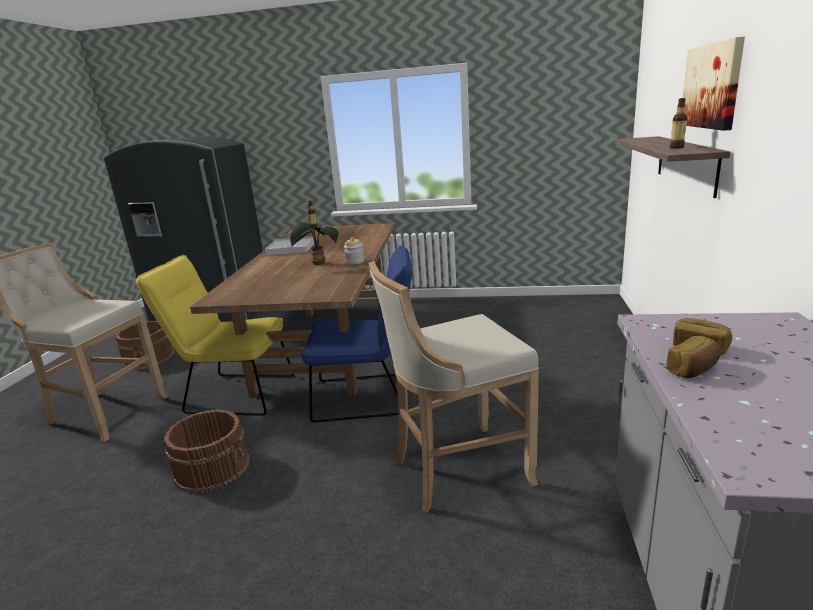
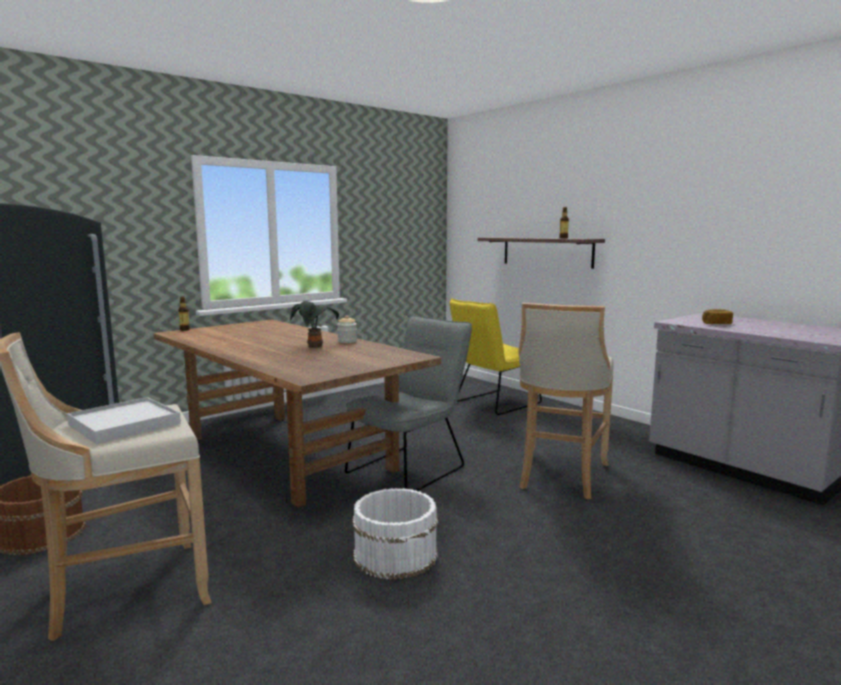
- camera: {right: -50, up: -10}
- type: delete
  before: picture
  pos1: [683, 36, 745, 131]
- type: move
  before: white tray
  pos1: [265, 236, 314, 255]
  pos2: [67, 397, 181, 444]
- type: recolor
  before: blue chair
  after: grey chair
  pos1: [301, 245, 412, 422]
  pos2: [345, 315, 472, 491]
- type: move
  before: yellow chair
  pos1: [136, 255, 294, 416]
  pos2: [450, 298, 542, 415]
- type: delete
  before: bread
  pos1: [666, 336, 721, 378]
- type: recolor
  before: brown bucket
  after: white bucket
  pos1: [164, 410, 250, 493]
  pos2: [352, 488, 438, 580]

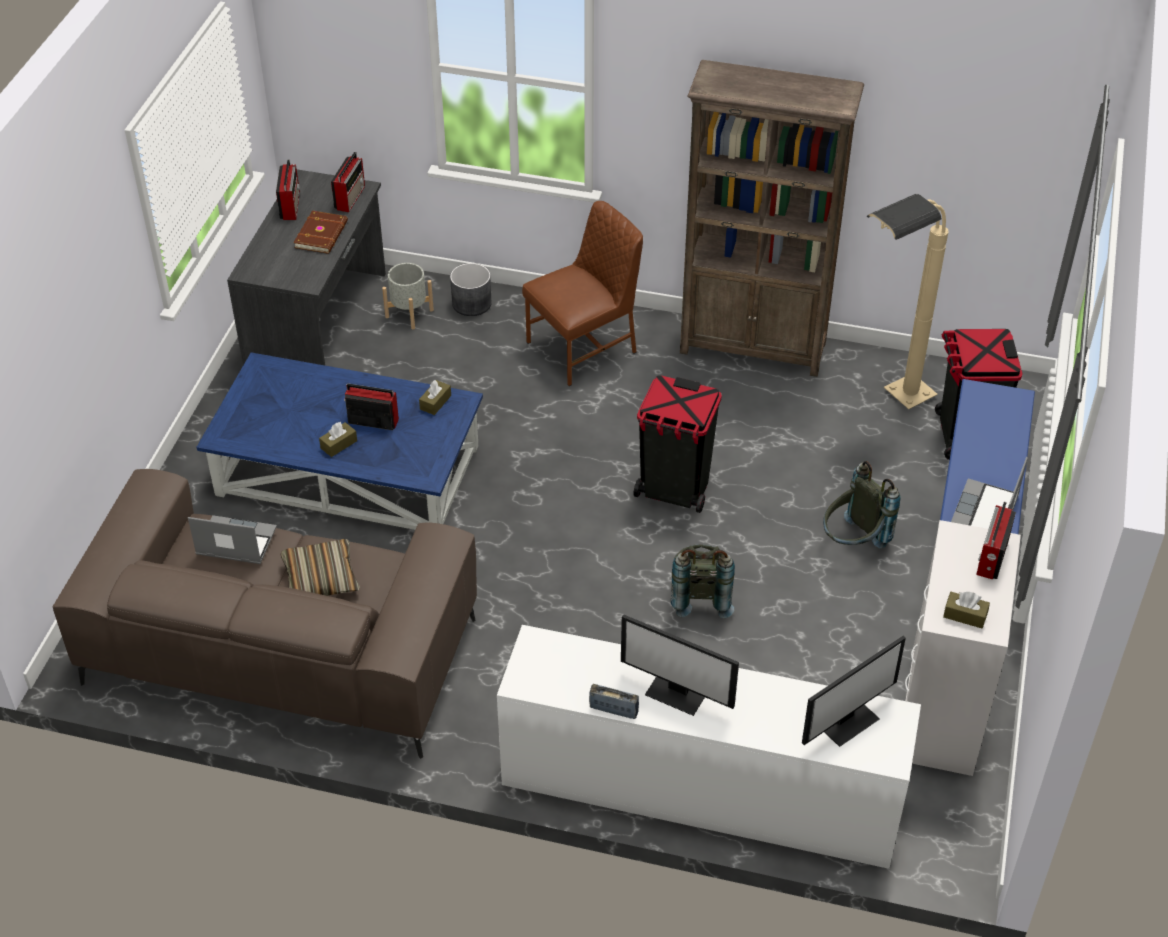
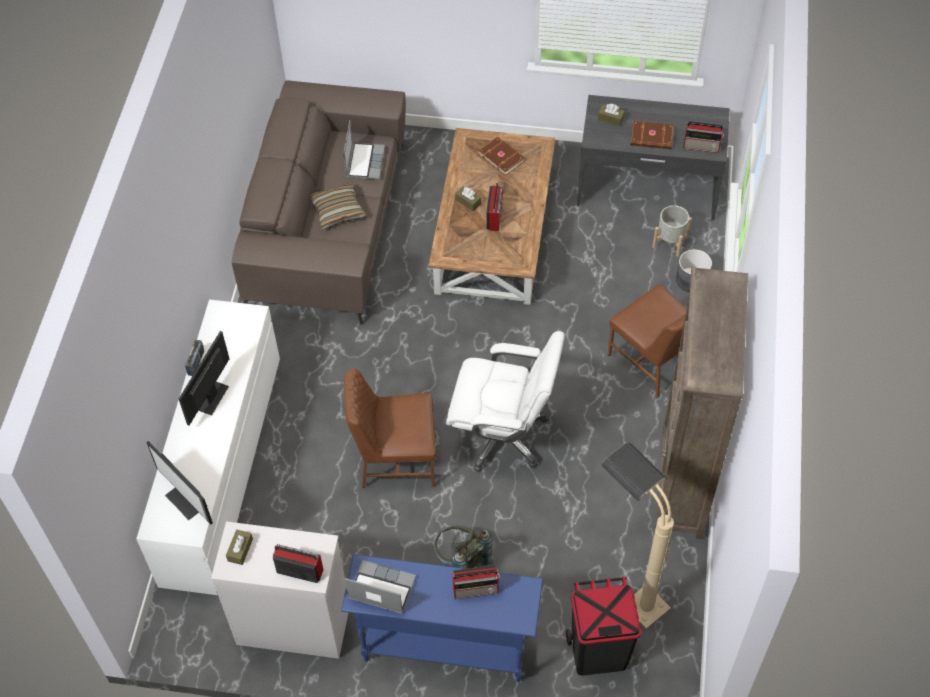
- camera: {right: 85, up: 10}
- type: move
  before: radio
  pos1: [276, 159, 300, 220]
  pos2: [453, 565, 500, 599]
- type: recolor
  before: blue coffee table
  after: brown coffee table
  pos1: [196, 352, 483, 530]
  pos2: [428, 128, 555, 305]
- type: replace
  before: black trash can
  after: white office chair
  pos1: [633, 375, 722, 513]
  pos2: [446, 331, 565, 472]
- type: move
  before: brown tissue box
  pos1: [419, 380, 451, 415]
  pos2: [598, 104, 625, 126]
- type: replace
  before: grey backpack
  after: brown chair
  pos1: [671, 544, 735, 618]
  pos2: [344, 368, 436, 488]
- type: insert
  after: brown book
  pos2: [478, 136, 526, 176]

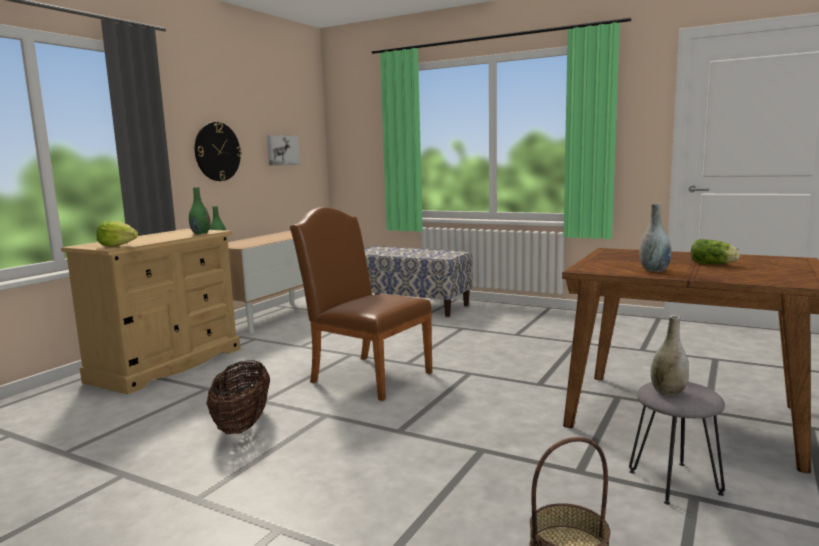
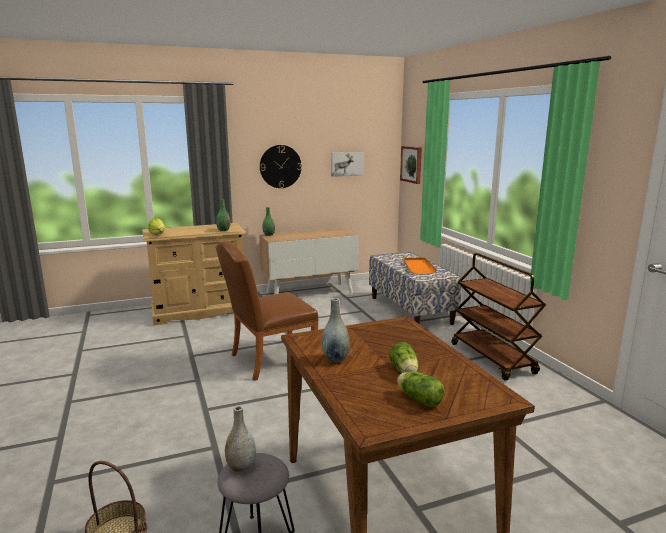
- camera: {right: 40, up: 5}
- type: rotate
  before: brown chair
  pos1: [290, 207, 432, 401]
  pos2: [215, 241, 319, 381]
  turn: -105
- type: delete
  before: basket
  pos1: [206, 360, 270, 434]
- type: insert
  after: picture
  pos2: [400, 146, 422, 184]
- type: insert
  after: brown cart
  pos2: [452, 253, 546, 381]
- type: insert
  after: orange tray
  pos2: [404, 258, 437, 274]
- type: insert
  after: lettuce
  pos2: [397, 371, 444, 407]

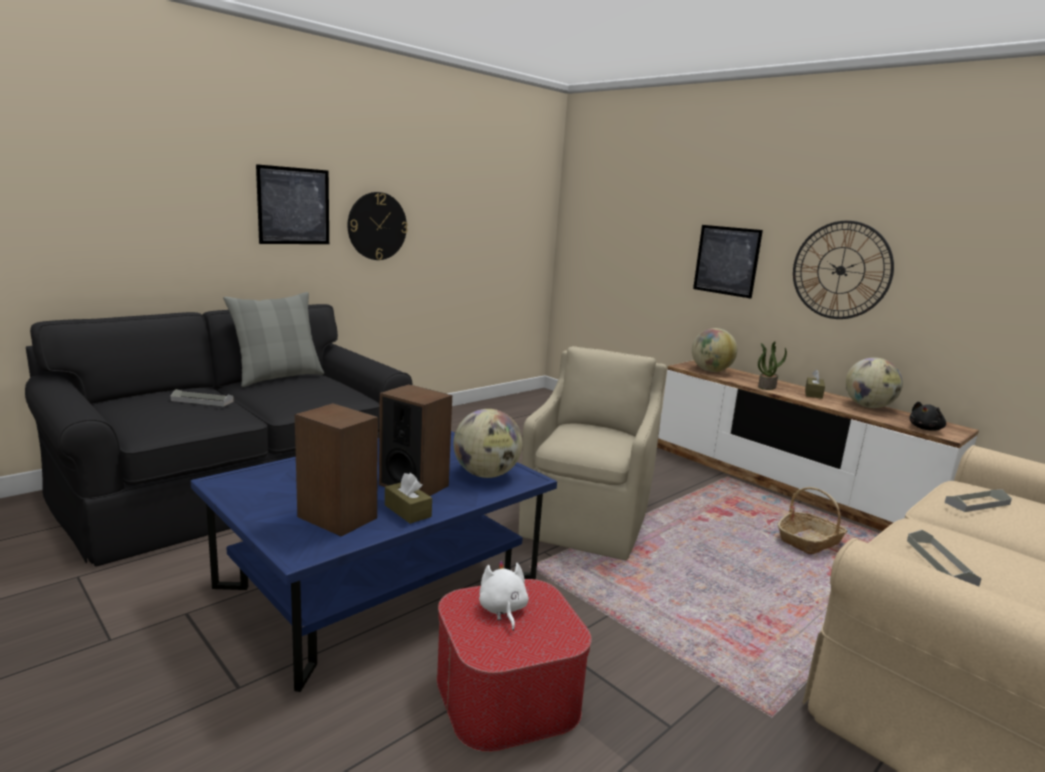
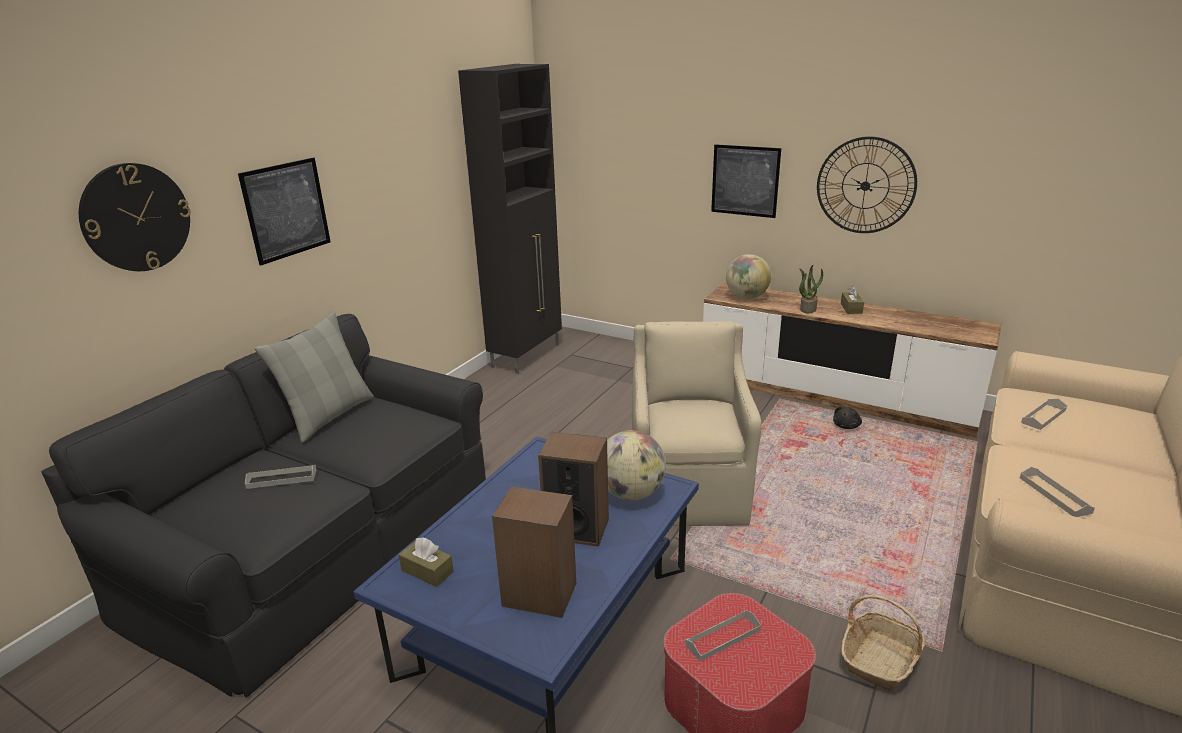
- camera: {right: -15, up: 10}
- type: move
  before: wall clock
  pos1: [348, 192, 408, 260]
  pos2: [79, 163, 191, 271]
- type: delete
  before: globe
  pos1: [845, 357, 903, 408]
- type: move
  before: black plush toy
  pos1: [909, 401, 946, 431]
  pos2: [833, 407, 862, 429]
- type: move
  before: brown tissue box
  pos1: [385, 473, 432, 524]
  pos2: [399, 538, 454, 587]
- type: move
  before: basket
  pos1: [778, 487, 848, 554]
  pos2: [841, 594, 925, 692]
- type: replace
  before: white plush toy
  after: grey tray
  pos1: [479, 561, 529, 631]
  pos2: [685, 610, 761, 661]
- type: insert
  after: black cabinet
  pos2: [458, 64, 562, 374]

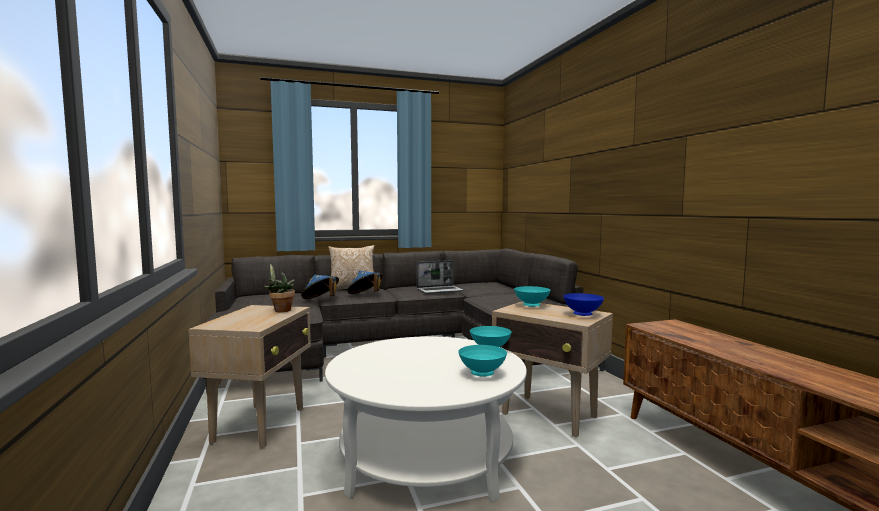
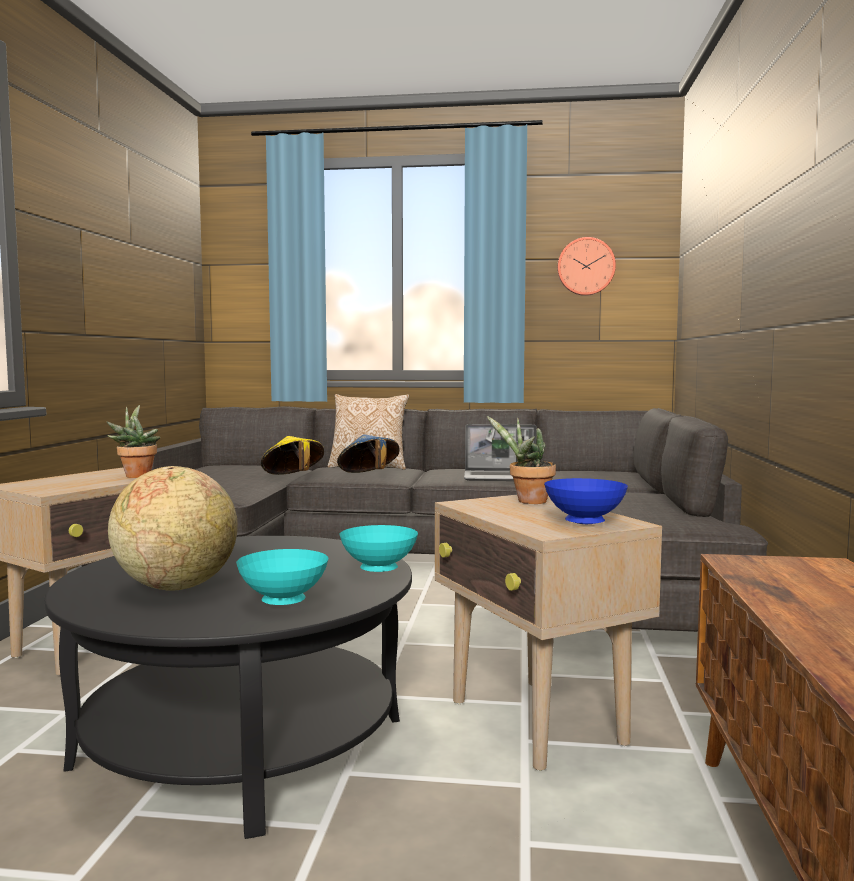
- camera: {right: 25, up: 0}
- type: recolor
  before: blue hat
  after: yellow hat
  pos1: [301, 275, 339, 299]
  pos2: [261, 436, 324, 475]
- type: replace
  before: turquoise bowl
  after: potted plant
  pos1: [514, 286, 550, 307]
  pos2: [487, 416, 556, 504]
- type: recolor
  before: white coffee table
  after: black coffee table
  pos1: [325, 336, 527, 503]
  pos2: [44, 536, 412, 839]
- type: insert
  after: wall clock
  pos2: [557, 237, 616, 296]
- type: insert
  after: globe
  pos2: [108, 466, 238, 591]

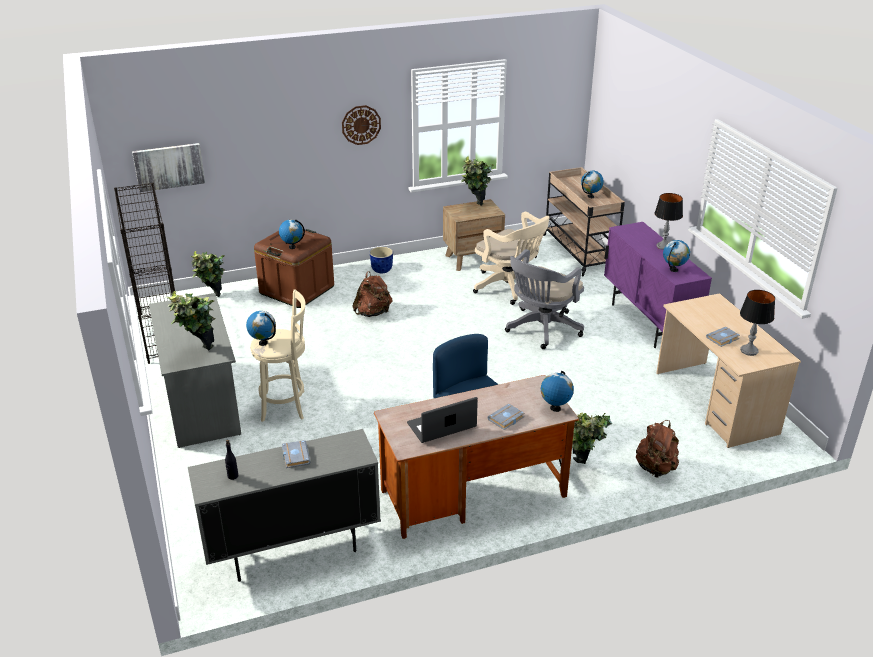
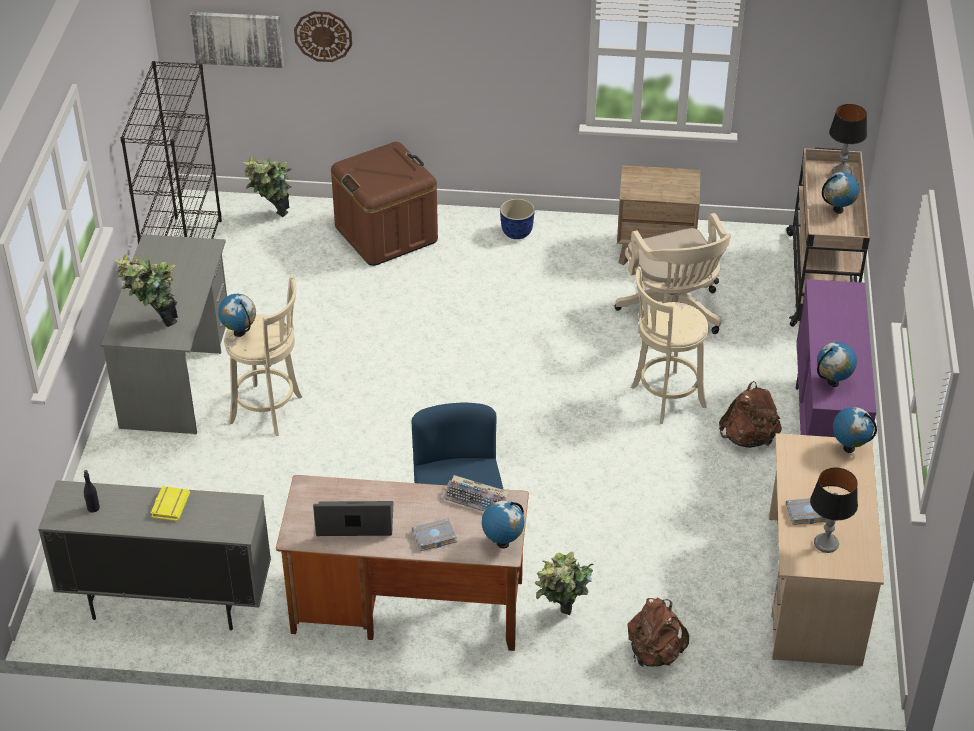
- camera: {right: 25, up: 10}
- type: move
  before: wall clock
  pos1: [342, 105, 381, 145]
  pos2: [294, 11, 352, 62]
- type: delete
  before: potted plant
  pos1: [461, 156, 494, 206]
- type: move
  before: table lamp
  pos1: [655, 193, 683, 250]
  pos2: [829, 104, 867, 174]
- type: move
  before: globe
  pos1: [279, 219, 305, 249]
  pos2: [833, 407, 877, 453]
- type: replace
  before: grey office chair
  after: beige stool
  pos1: [505, 249, 584, 349]
  pos2: [631, 266, 709, 424]
- type: move
  before: brown backpack
  pos1: [352, 271, 392, 317]
  pos2: [719, 381, 782, 448]
- type: recolor
  before: grey book
  after: yellow book
  pos1: [282, 440, 310, 468]
  pos2: [151, 486, 190, 521]
- type: insert
  after: keyboard
  pos2: [442, 475, 509, 513]

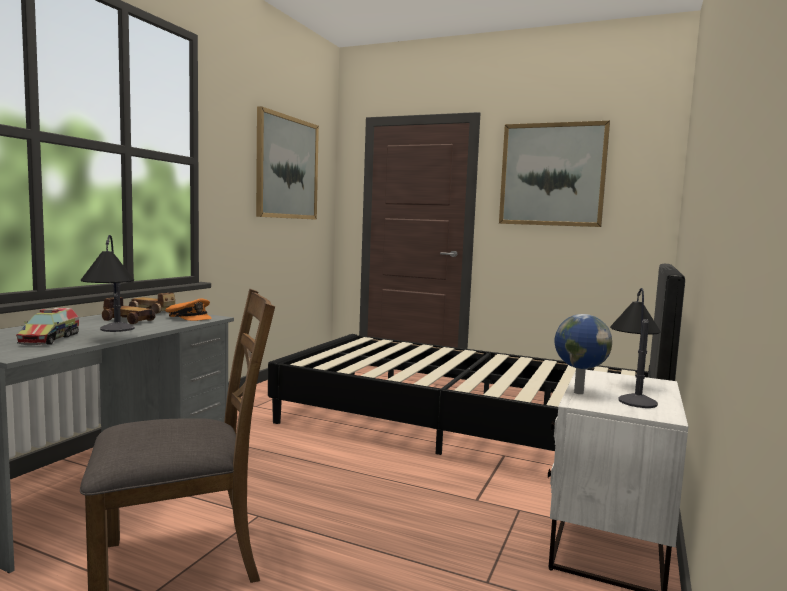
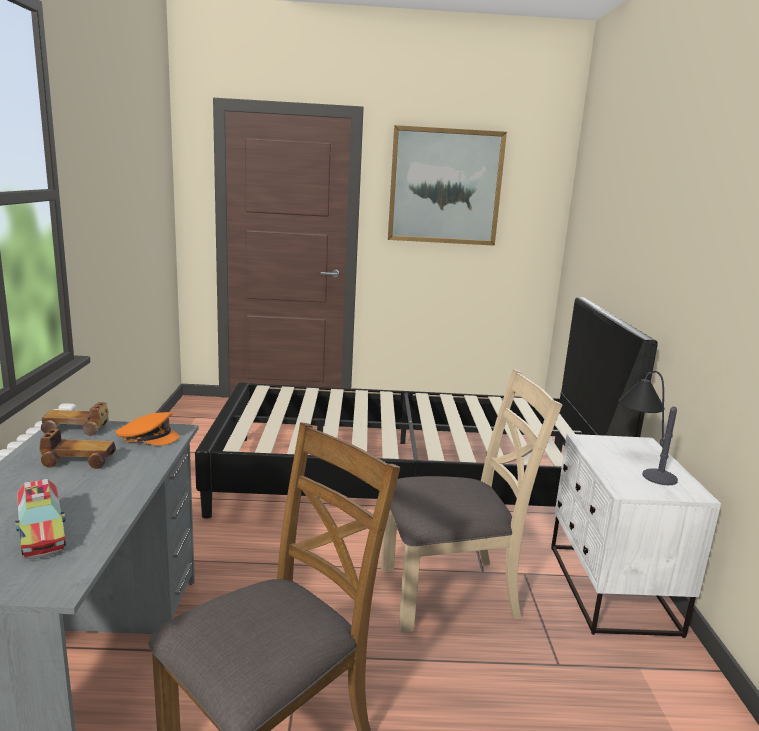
- camera: {right: -25, up: 10}
- type: delete
  before: picture
  pos1: [256, 106, 319, 220]
- type: delete
  before: table lamp
  pos1: [81, 235, 135, 332]
- type: delete
  before: globe
  pos1: [555, 314, 612, 394]
- type: insert
  after: beige chair
  pos2: [381, 369, 562, 632]

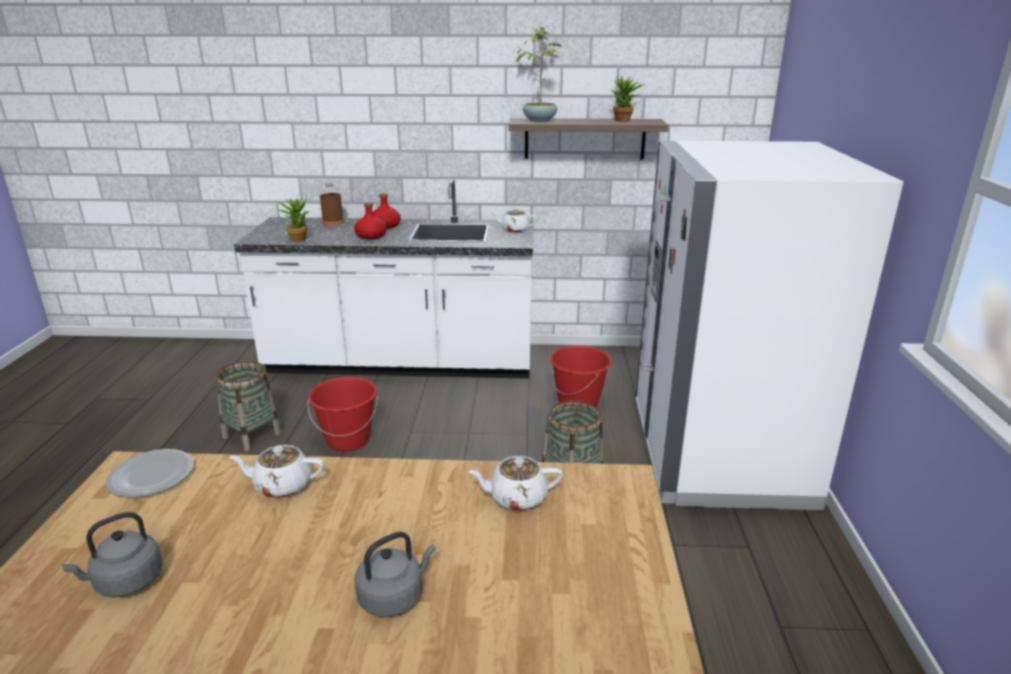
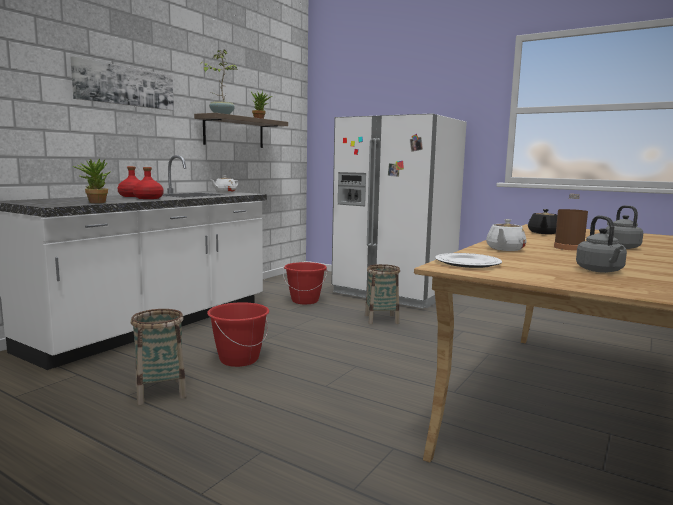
- camera: {right: -60, up: -15}
- type: move
  before: brown bottle
  pos1: [320, 182, 344, 226]
  pos2: [554, 194, 588, 251]
- type: recolor
  before: white teapot
  after: black teapot
  pos1: [468, 456, 563, 511]
  pos2: [528, 209, 557, 234]
- type: insert
  after: picture
  pos2: [70, 56, 174, 111]

